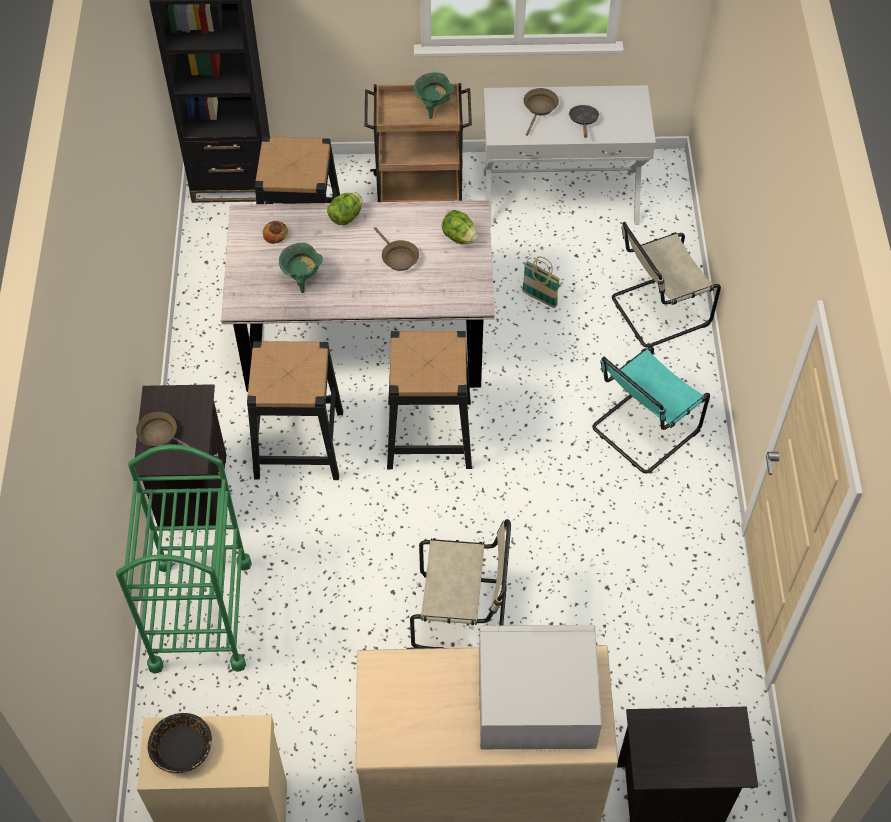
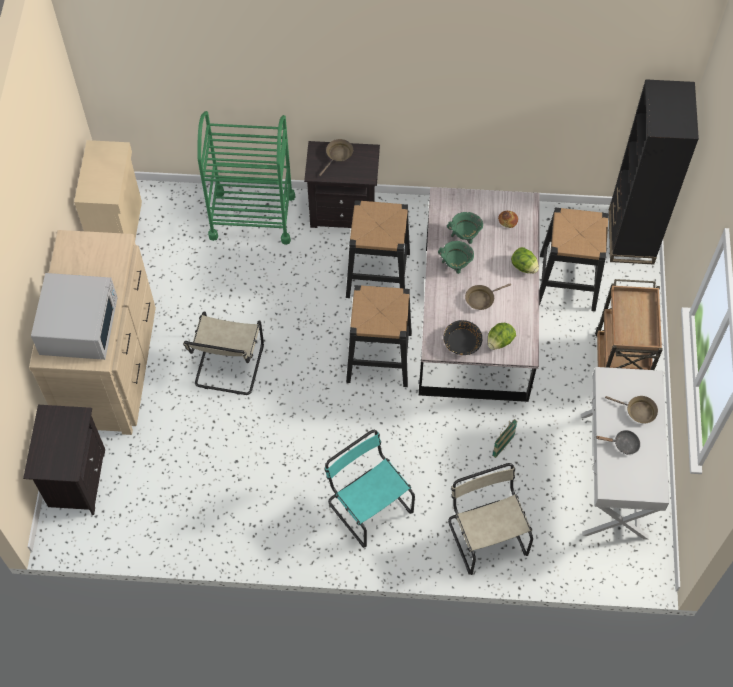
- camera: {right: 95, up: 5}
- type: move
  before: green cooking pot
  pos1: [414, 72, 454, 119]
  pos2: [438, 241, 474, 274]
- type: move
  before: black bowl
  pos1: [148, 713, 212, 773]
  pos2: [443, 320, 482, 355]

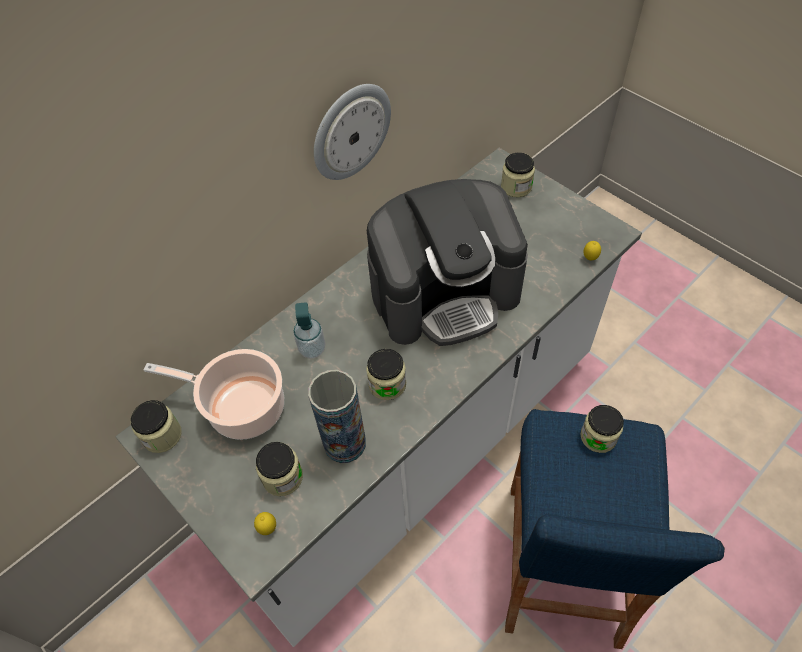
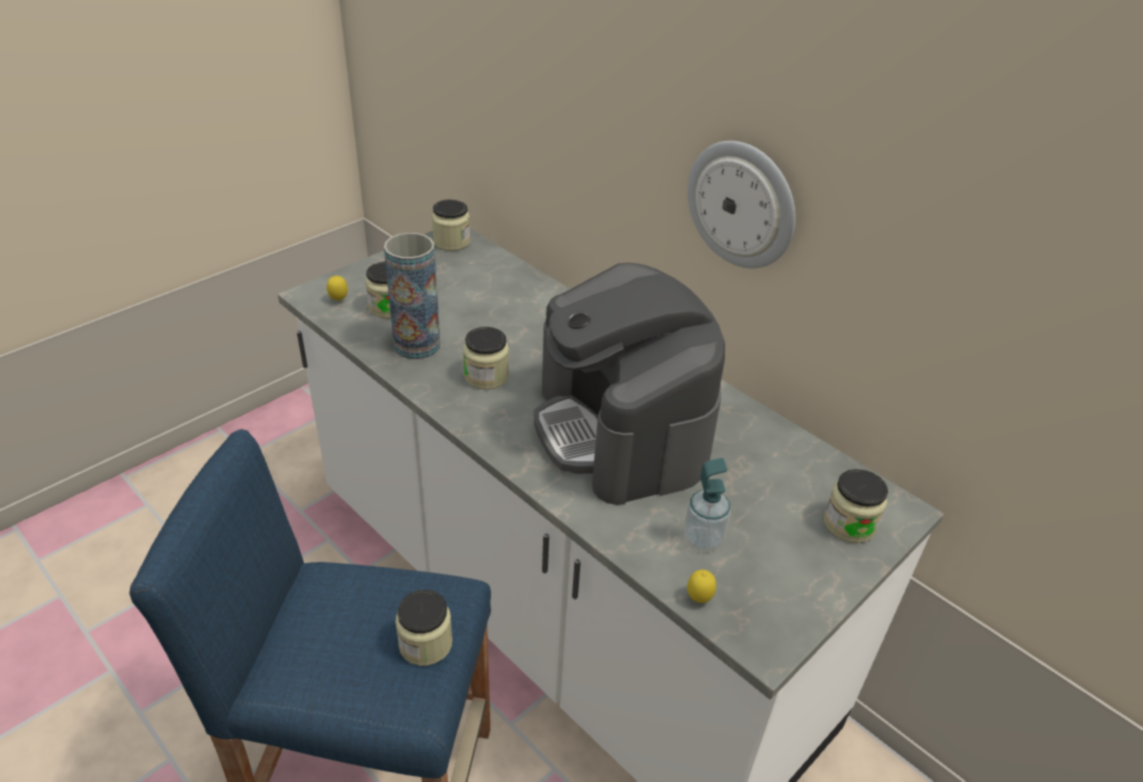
- camera: {right: 85, up: -15}
- type: move
  before: soap dispenser
  pos1: [293, 302, 326, 359]
  pos2: [684, 458, 731, 551]
- type: delete
  before: cooking pot
  pos1: [144, 349, 284, 440]

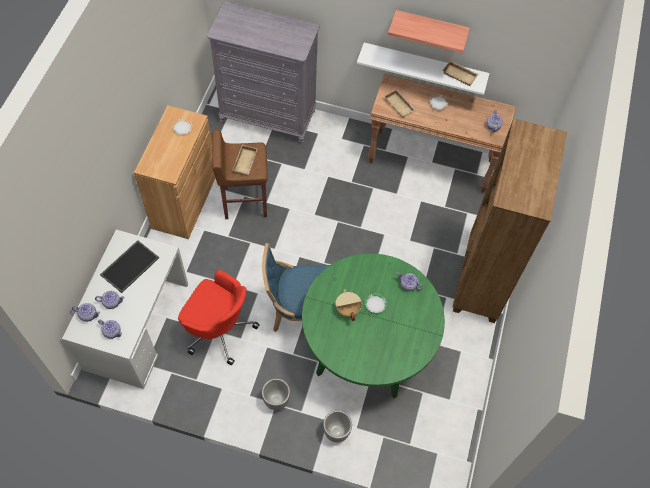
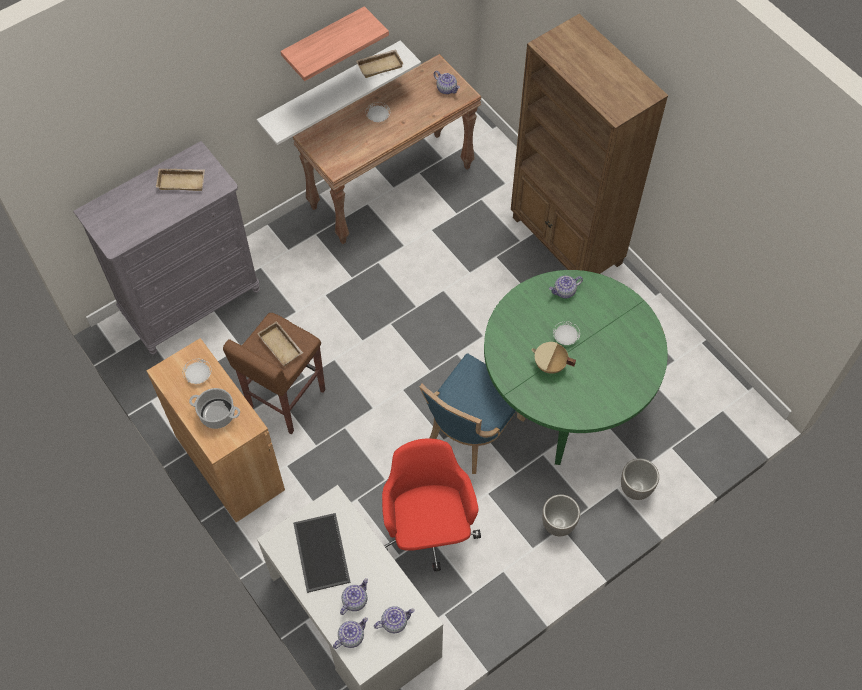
- camera: {right: -50, up: 0}
- type: move
  before: beige tray
  pos1: [384, 89, 416, 118]
  pos2: [156, 169, 205, 191]
- type: rotate
  before: red office chair
  pos1: [178, 270, 259, 365]
  pos2: [382, 439, 481, 571]
  turn: -75
- type: insert
  after: cooking pot
  pos2: [189, 388, 240, 429]

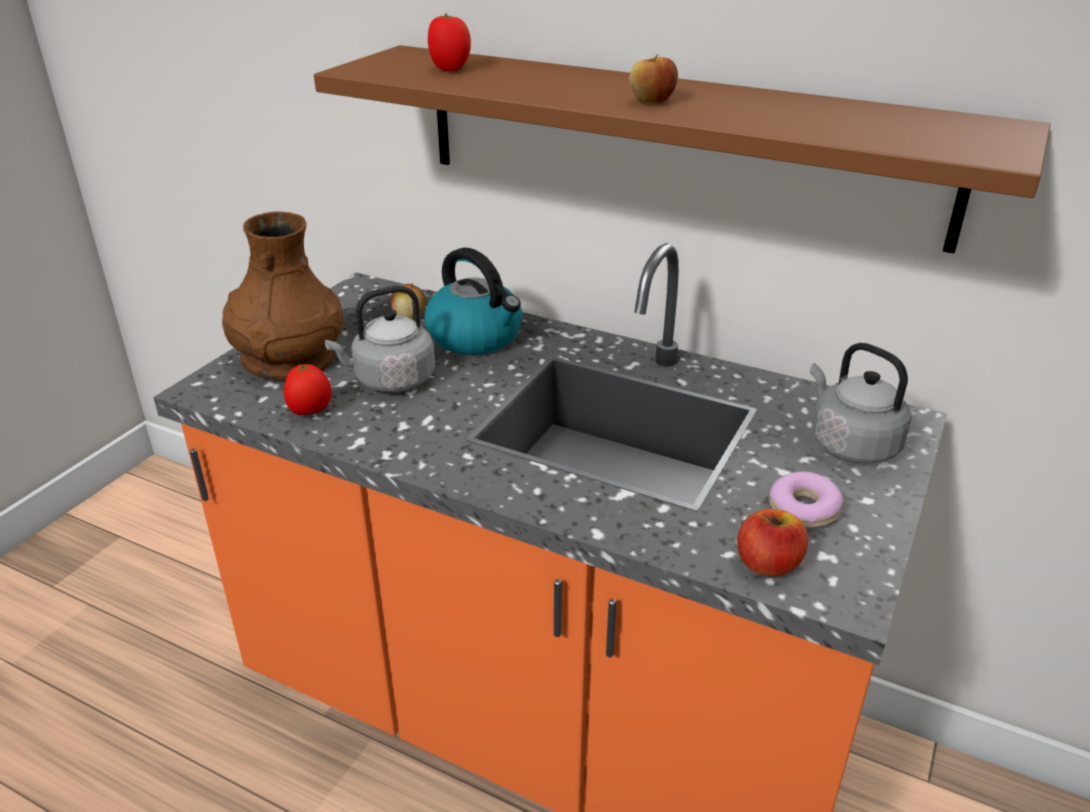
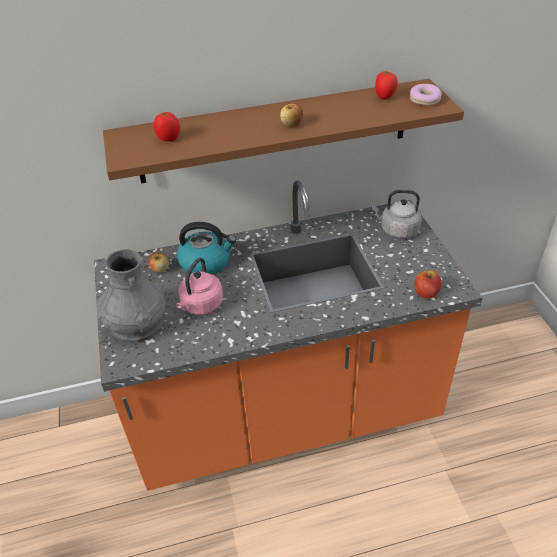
- camera: {right: -40, up: 10}
- type: recolor
  before: brown vase
  after: grey vase
  pos1: [222, 211, 343, 380]
  pos2: [97, 249, 165, 342]
- type: recolor
  before: grey kettle
  after: pink kettle
  pos1: [324, 286, 435, 392]
  pos2: [176, 258, 223, 315]
- type: move
  before: tomato
  pos1: [284, 364, 332, 415]
  pos2: [375, 71, 398, 100]
- type: move
  before: donut
  pos1: [769, 472, 843, 528]
  pos2: [410, 84, 442, 106]

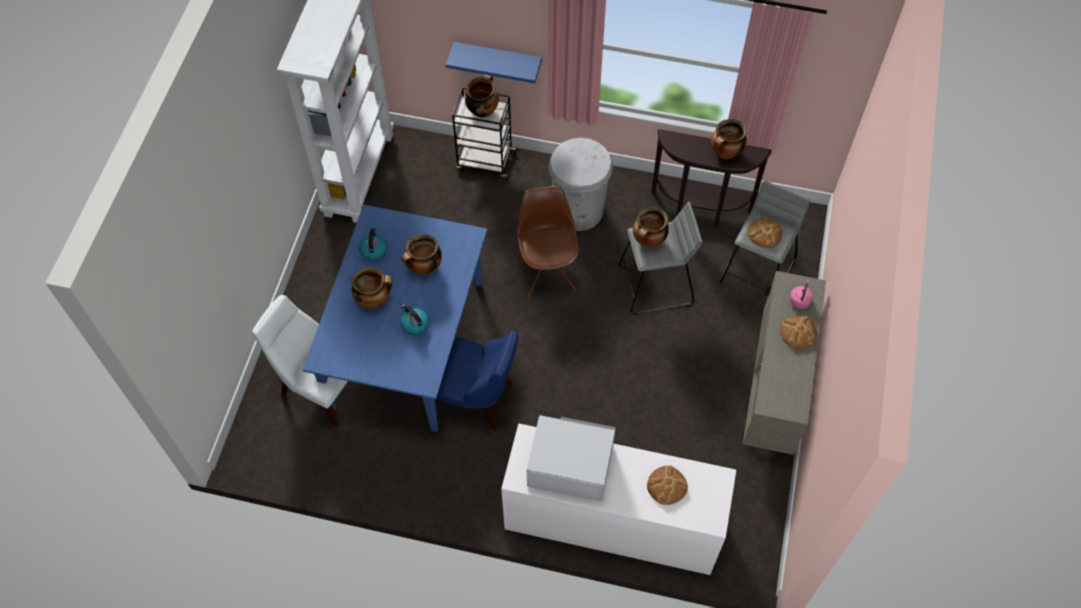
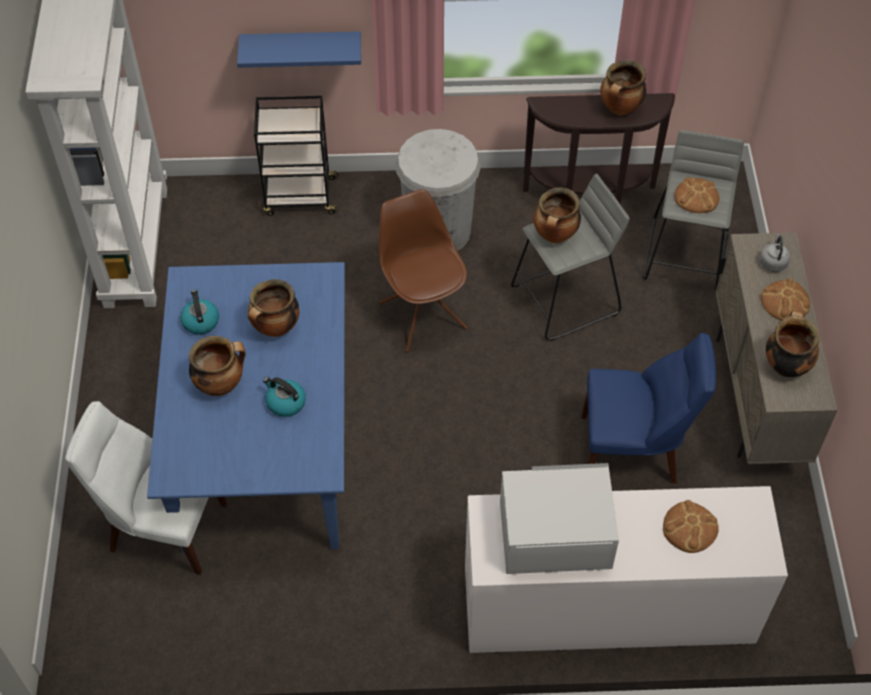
- camera: {right: -15, up: -5}
- type: move
  before: cooking pot
  pos1: [465, 75, 499, 118]
  pos2: [766, 311, 820, 377]
- type: recolor
  before: pink kettle
  after: grey kettle
  pos1: [789, 280, 813, 309]
  pos2: [760, 234, 790, 272]
- type: move
  before: blue chair
  pos1: [436, 331, 518, 430]
  pos2: [581, 333, 716, 483]

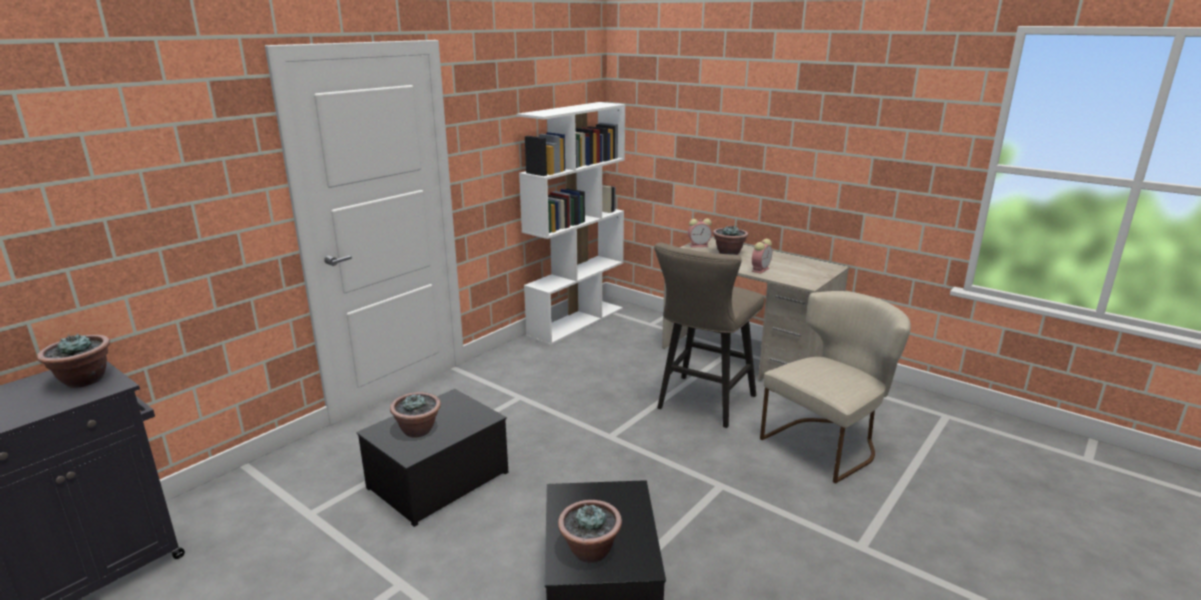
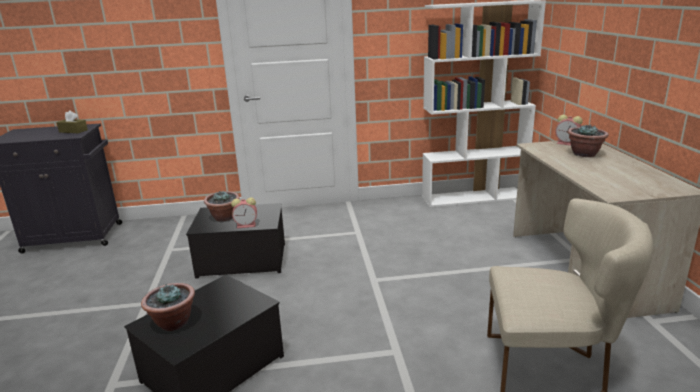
- camera: {right: 45, up: 0}
- type: move
  before: alarm clock
  pos1: [752, 239, 772, 274]
  pos2: [231, 197, 257, 228]
- type: delete
  before: beige stool
  pos1: [654, 243, 764, 428]
- type: replace
  before: potted plant
  after: brown tissue box
  pos1: [37, 333, 110, 388]
  pos2: [57, 110, 88, 133]

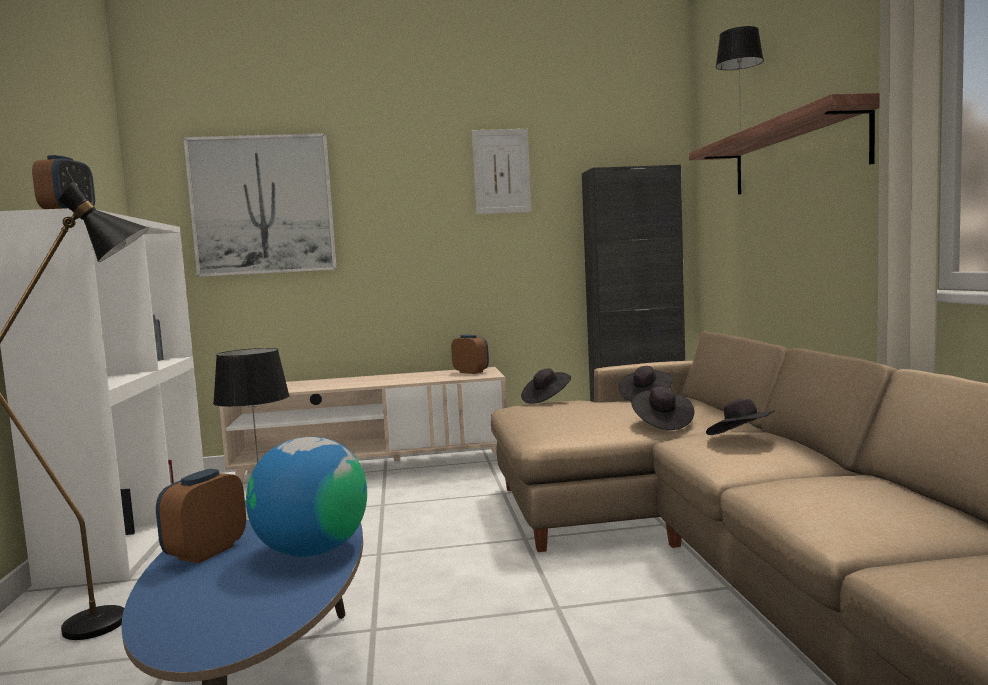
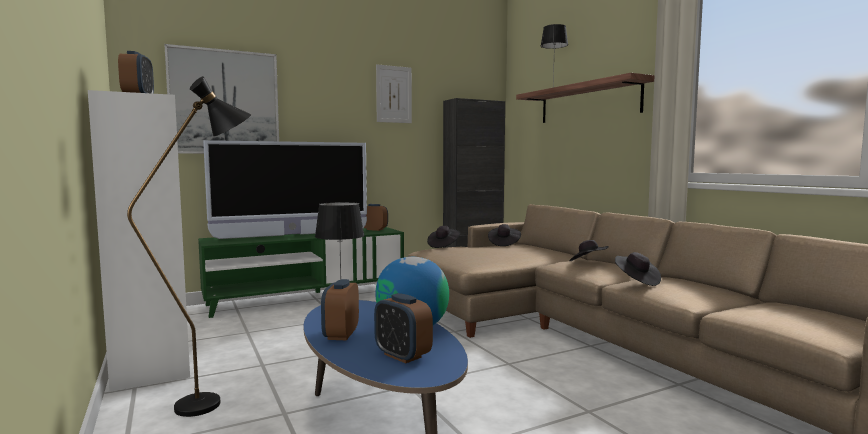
- camera: {right: -20, up: 0}
- type: recolor
  before: beige tv stand
  after: green tv stand
  pos1: [219, 367, 507, 483]
  pos2: [198, 227, 404, 318]
- type: move
  before: black hat
  pos1: [631, 386, 694, 430]
  pos2: [615, 252, 661, 286]
- type: insert
  after: television
  pos2: [203, 140, 367, 239]
- type: insert
  after: alarm clock
  pos2: [374, 293, 433, 363]

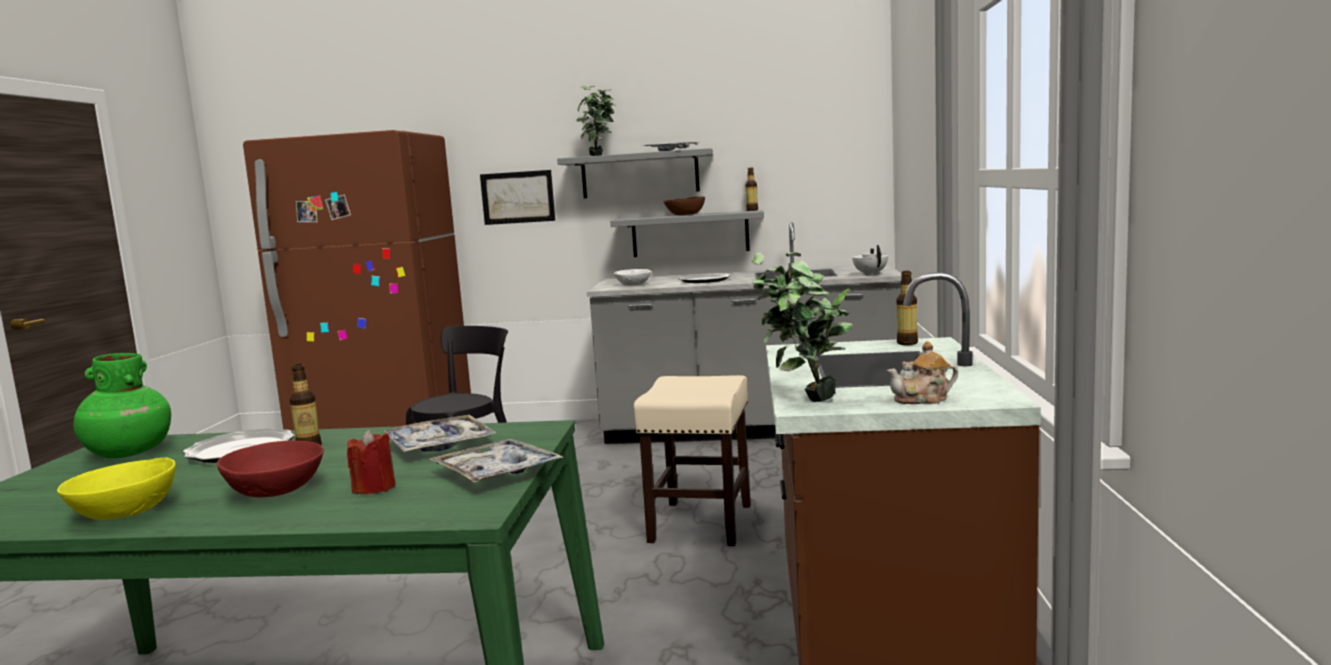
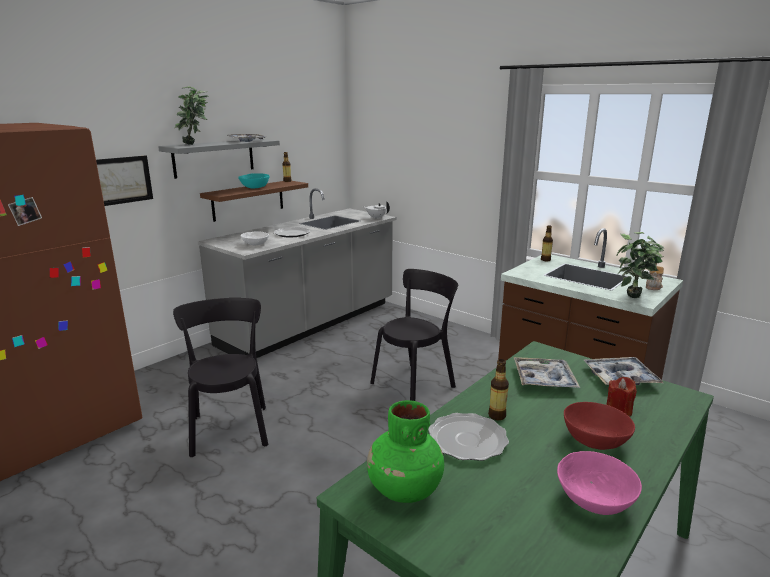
- camera: {right: -55, up: 10}
- type: recolor
  before: brown bowl
  after: turquoise bowl
  pos1: [664, 197, 705, 215]
  pos2: [238, 173, 269, 188]
- type: recolor
  before: grey shelf
  after: brown shelf
  pos1: [610, 210, 764, 257]
  pos2: [200, 181, 308, 222]
- type: replace
  before: beige stool
  after: black chair
  pos1: [633, 375, 751, 546]
  pos2: [370, 269, 458, 401]
- type: recolor
  before: yellow bowl
  after: pink bowl
  pos1: [57, 457, 176, 520]
  pos2: [557, 451, 642, 515]

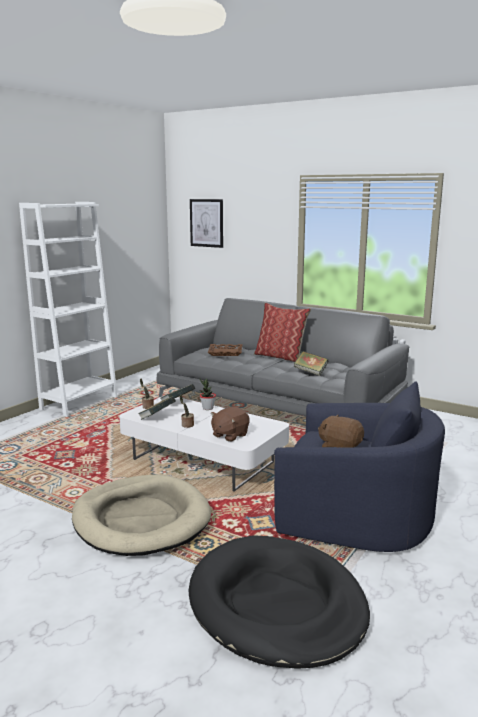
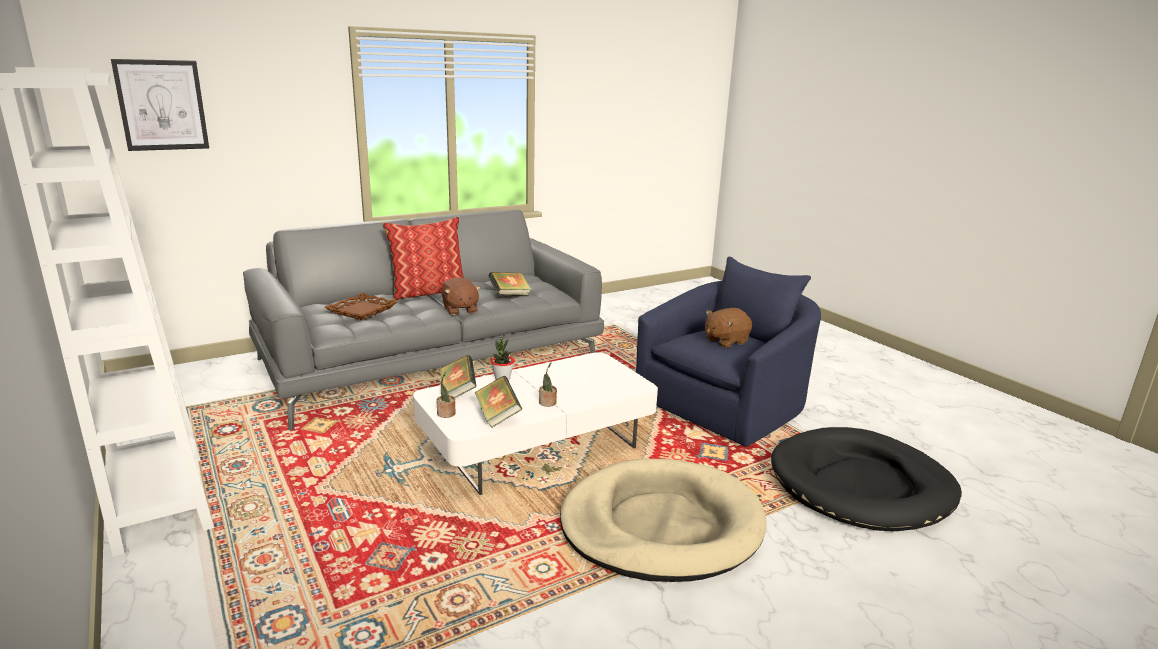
- camera: {right: -65, up: 5}
- type: move
  before: brown plush toy
  pos1: [211, 406, 250, 442]
  pos2: [441, 277, 481, 315]

